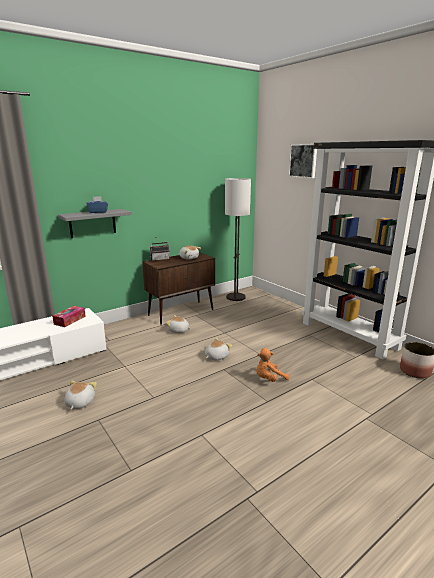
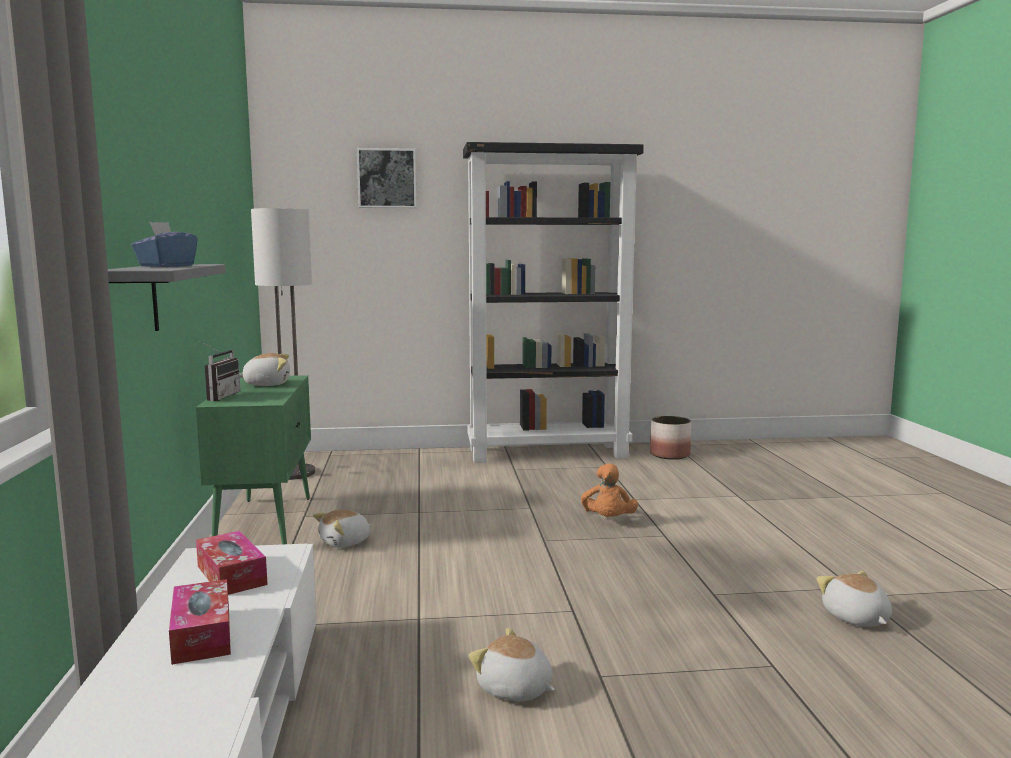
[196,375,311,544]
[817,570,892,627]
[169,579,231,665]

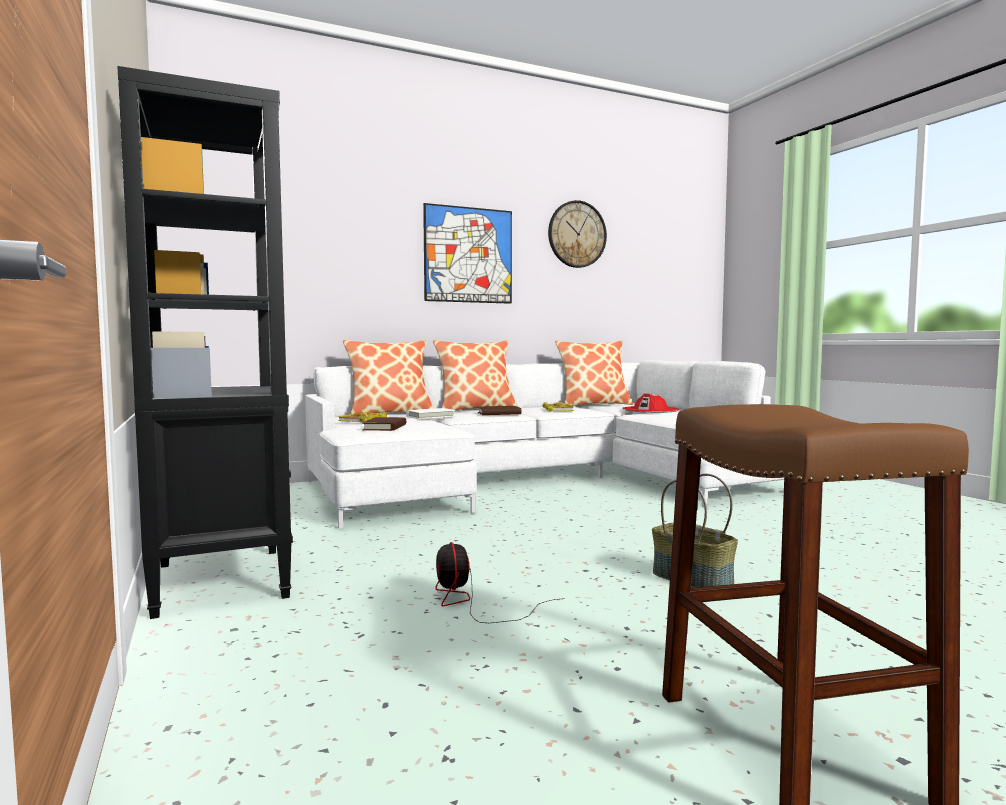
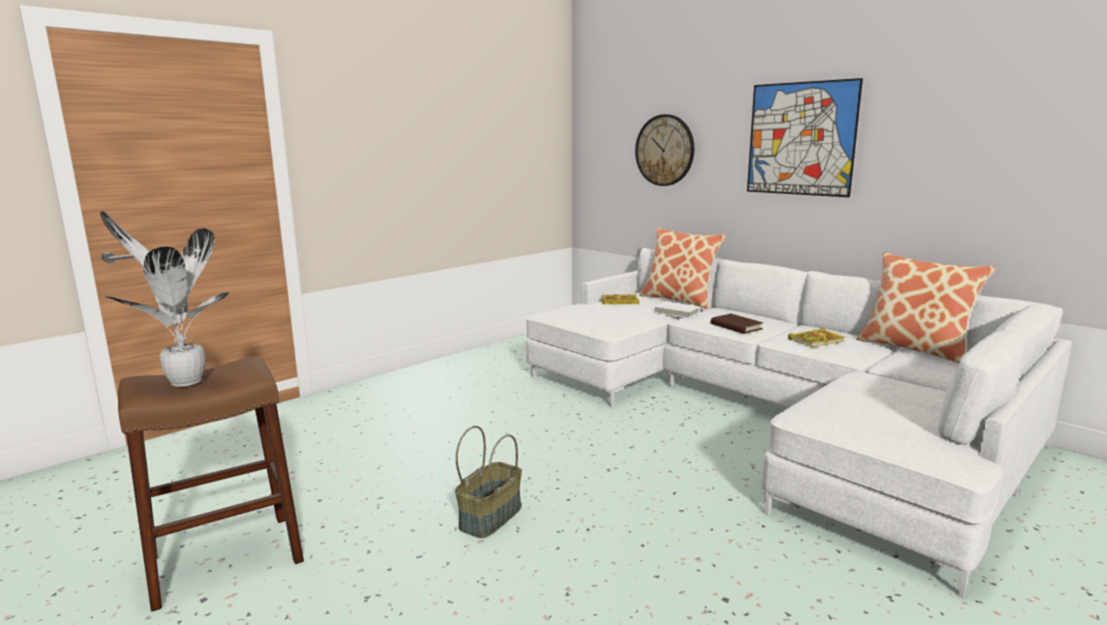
[117,66,293,619] (first image)
[362,417,406,431] (first image)
[433,340,518,410] (first image)
[435,542,565,623] (first image)
[635,114,694,186]
[622,393,680,413] (first image)
[100,211,229,387]

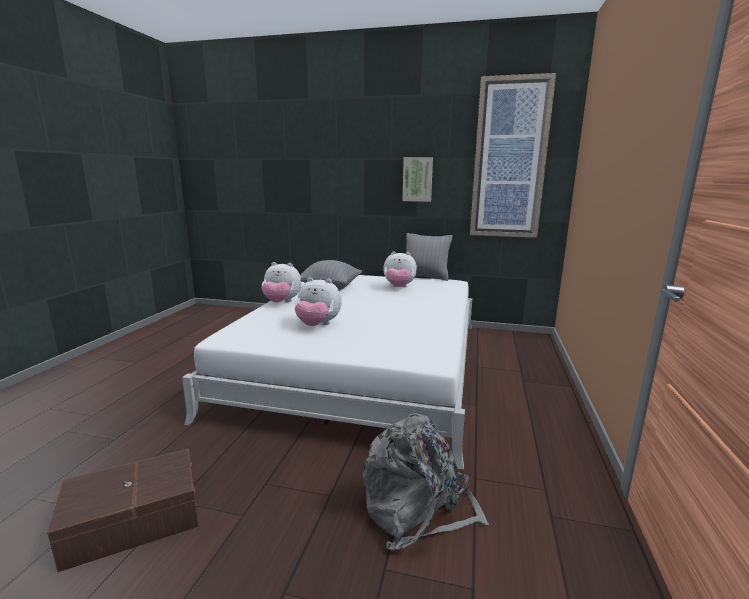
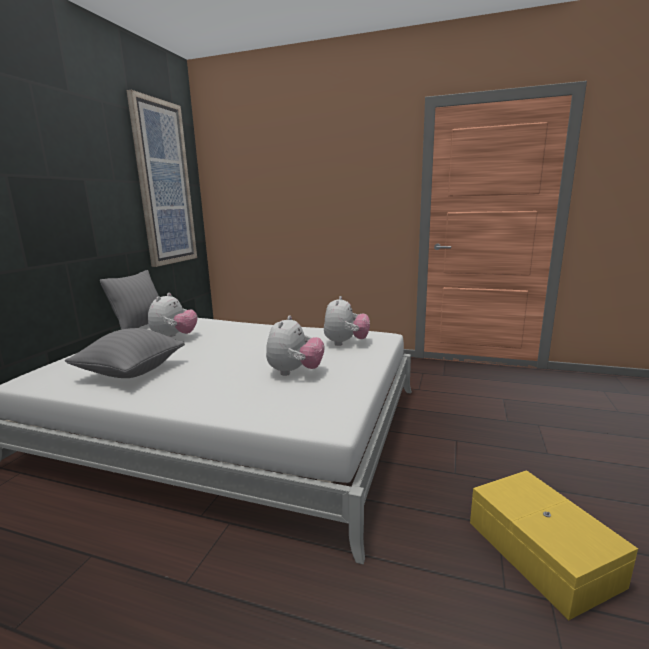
[470,470,638,620]
[324,296,370,346]
[363,413,489,550] (first image)
[403,157,433,202] (first image)

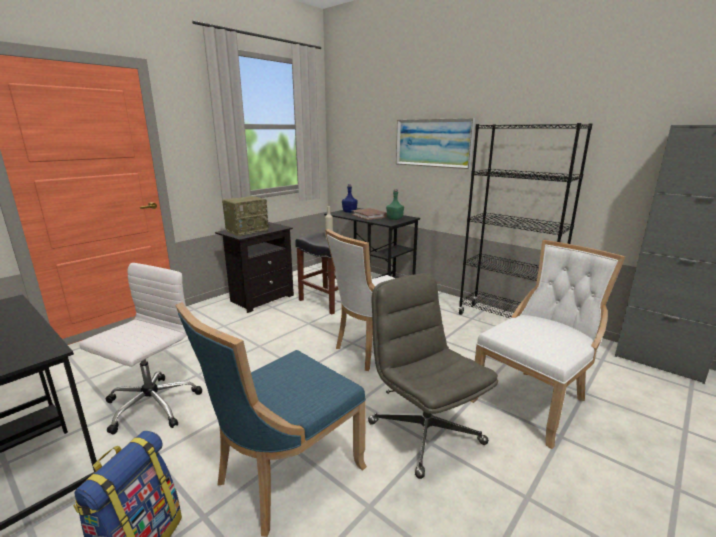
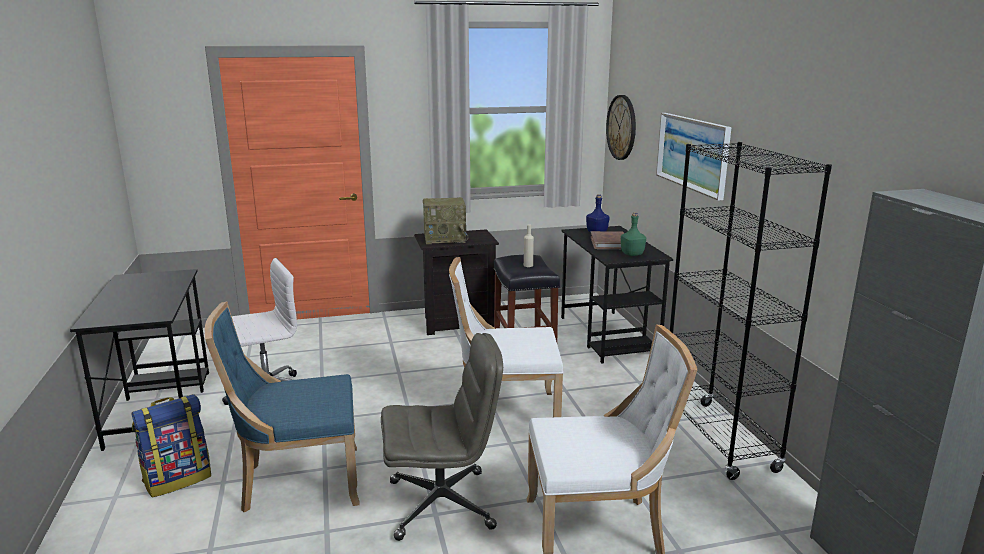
[381,333,503,541]
[606,95,636,160]

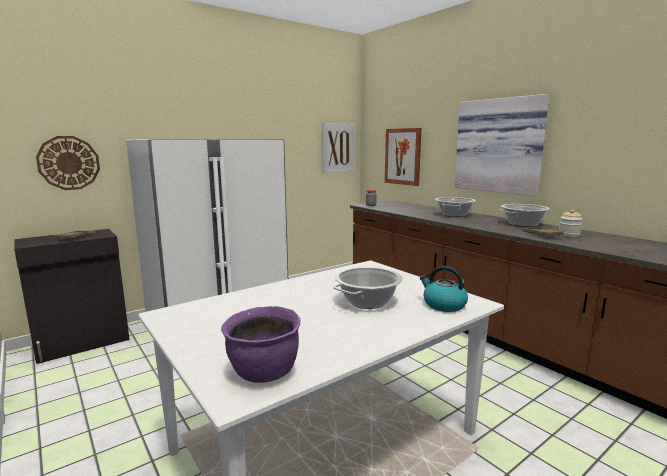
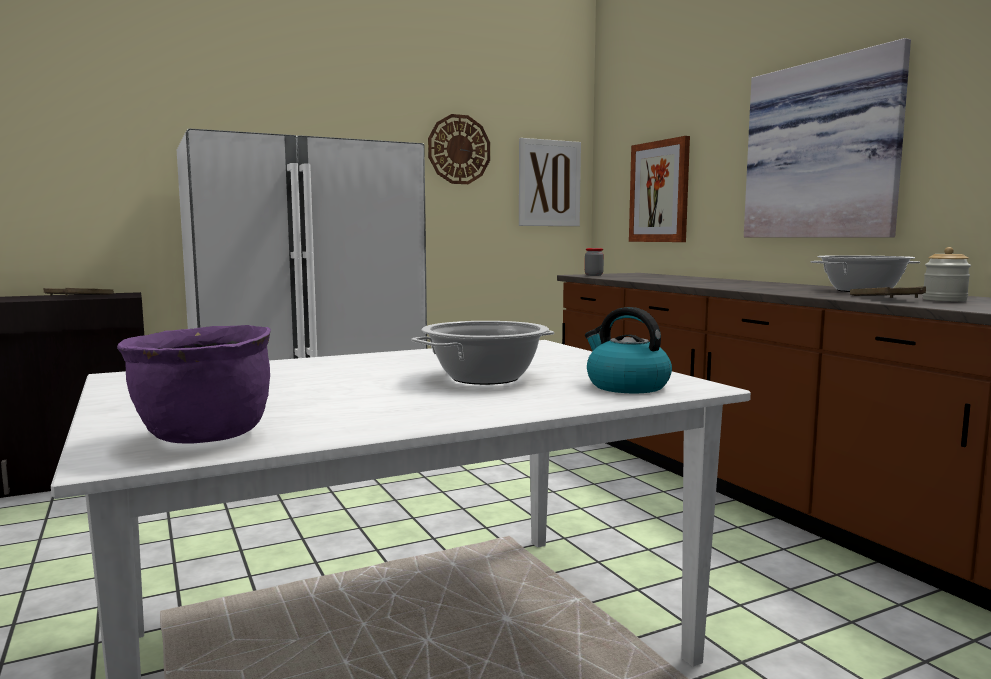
[428,114,490,184]
[435,197,476,217] (first image)

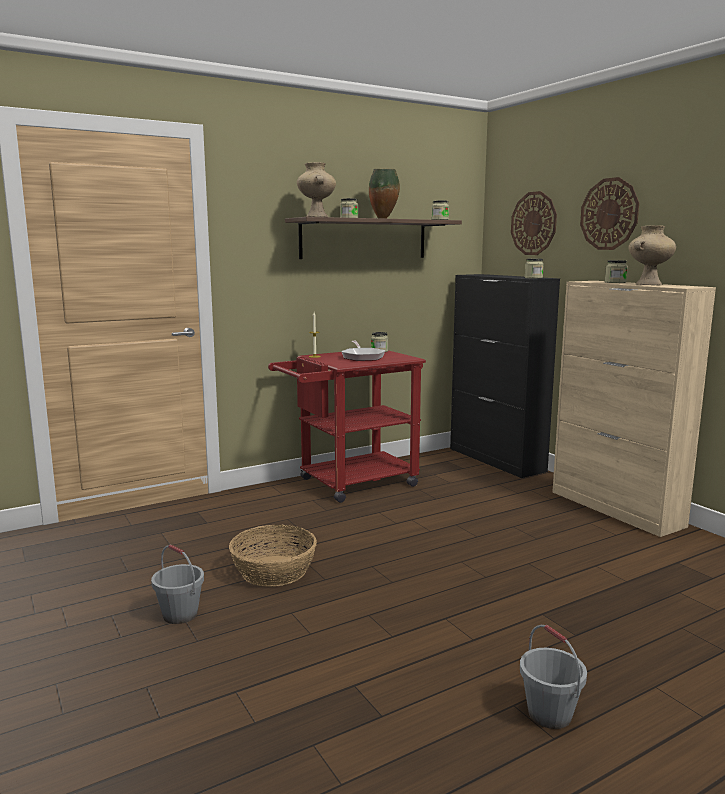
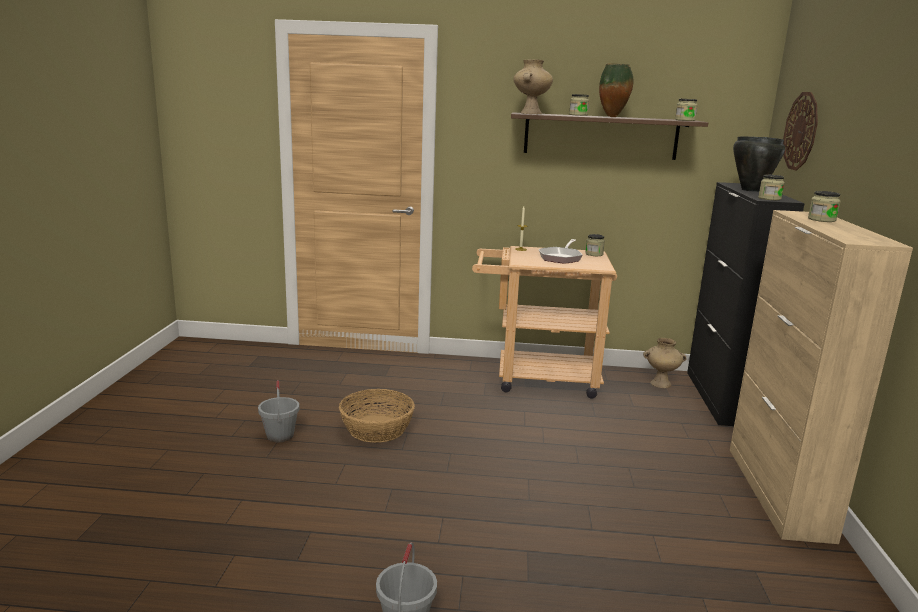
[472,246,617,399]
[580,177,639,250] (first image)
[643,338,687,388]
[733,137,785,192]

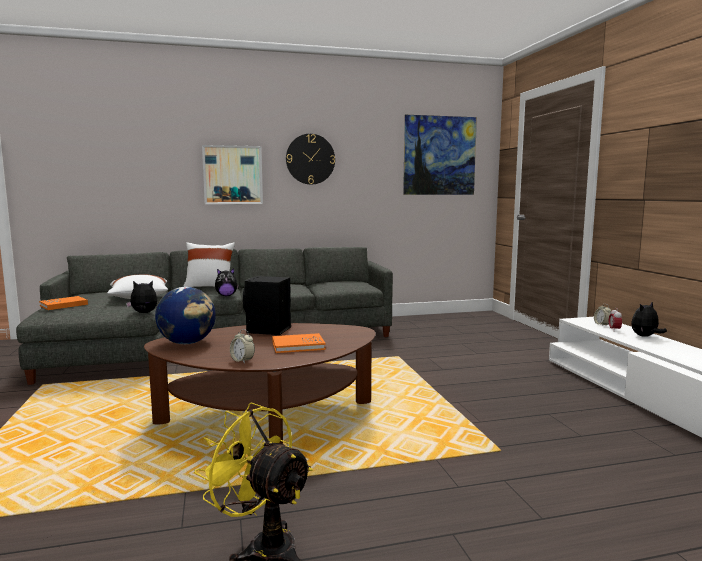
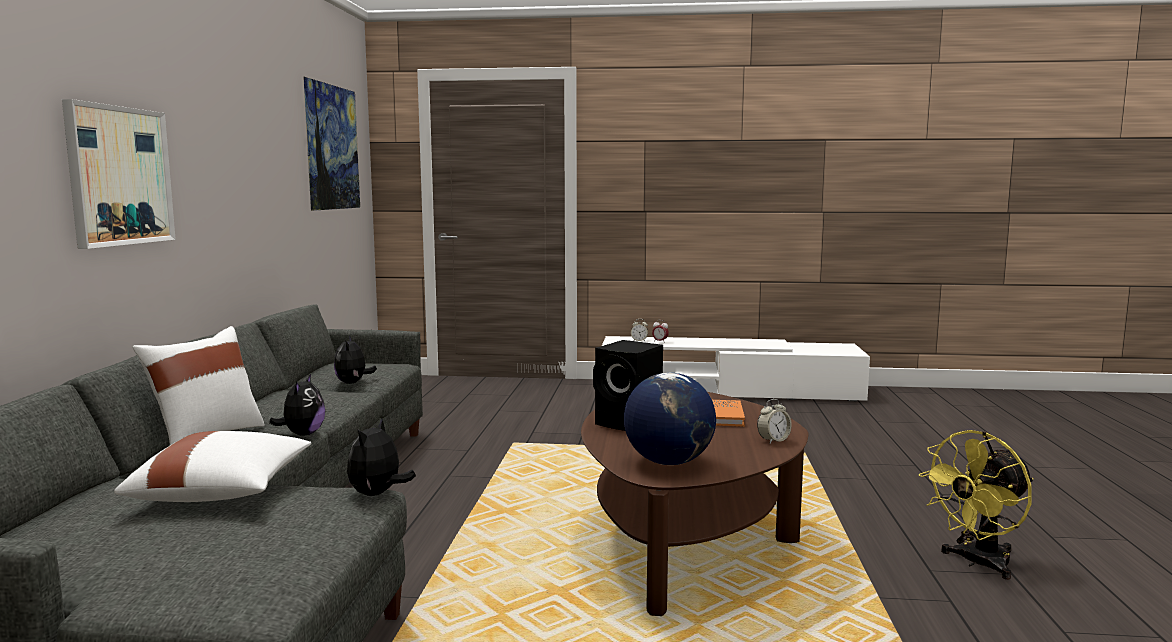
[39,296,88,310] (first image)
[286,134,335,185] (first image)
[334,335,377,384]

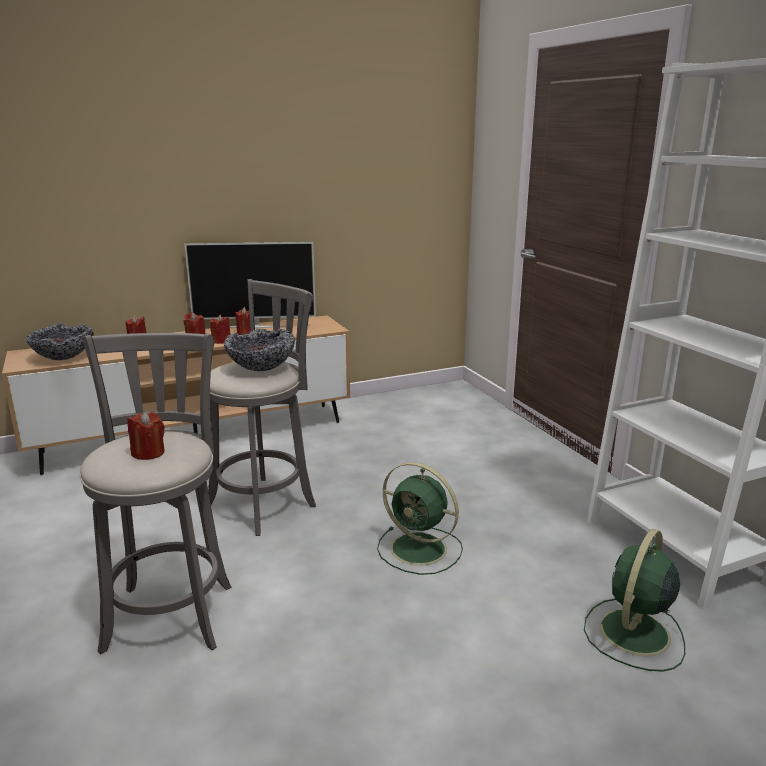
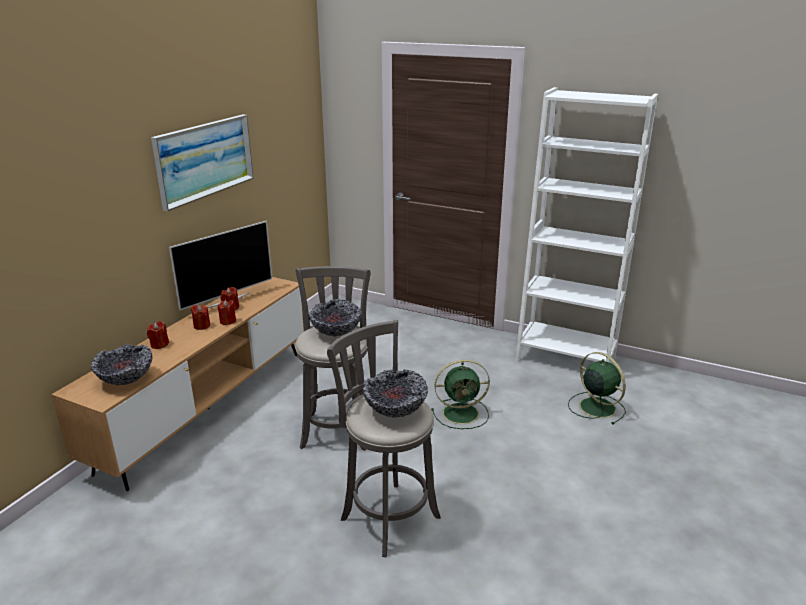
[363,369,428,418]
[568,352,626,425]
[151,115,254,211]

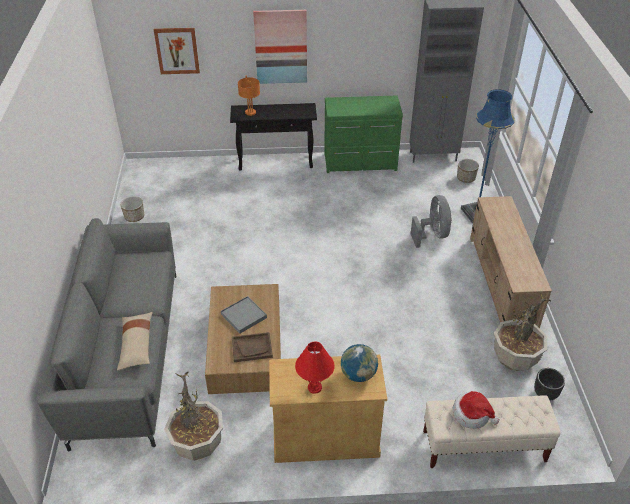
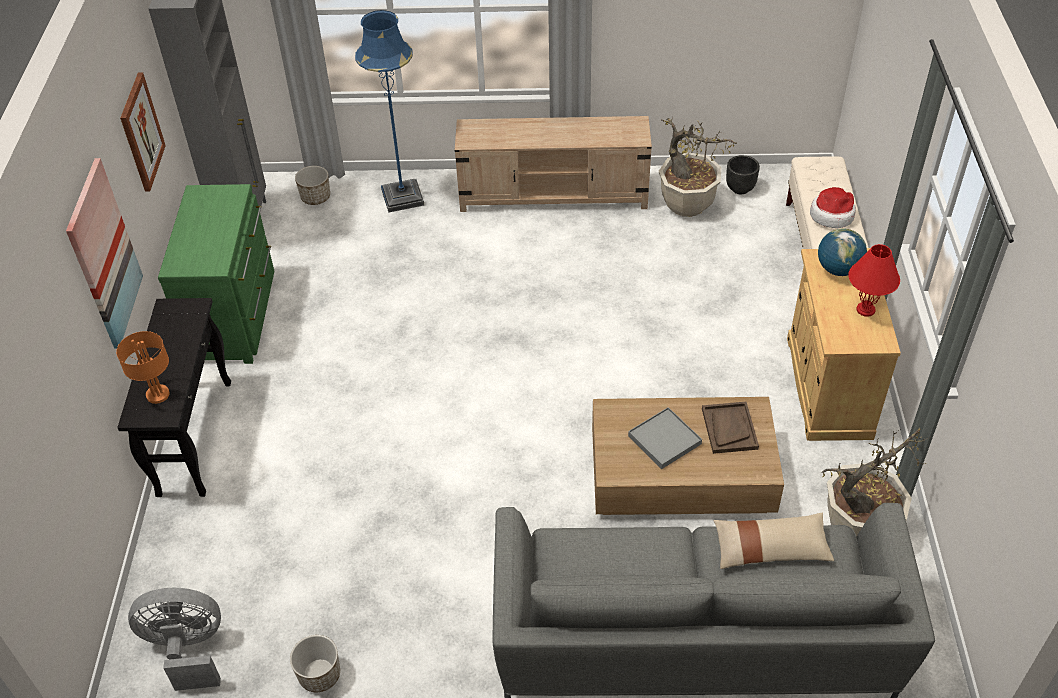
[120,73,166,192]
[128,588,221,691]

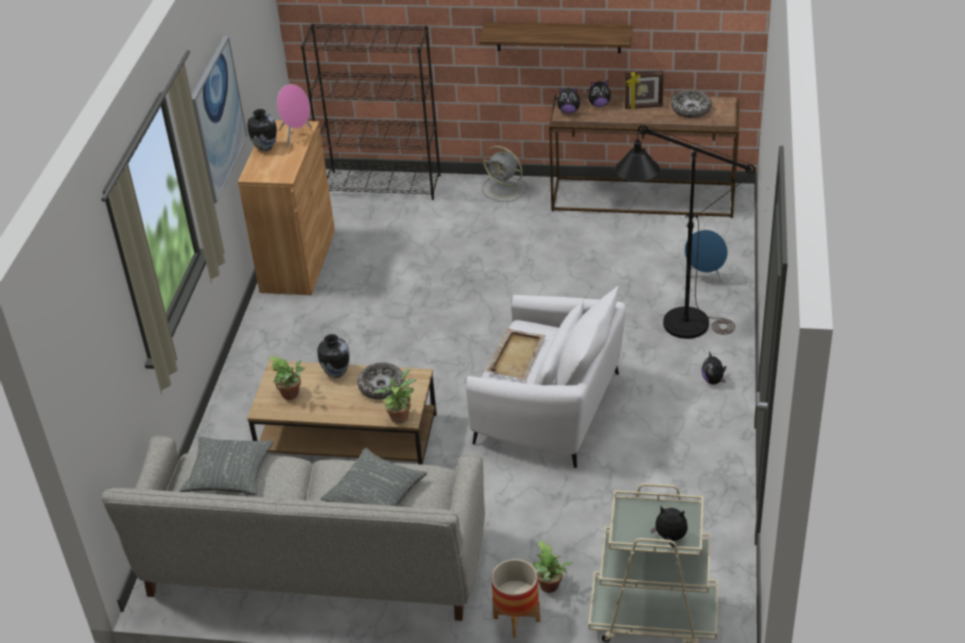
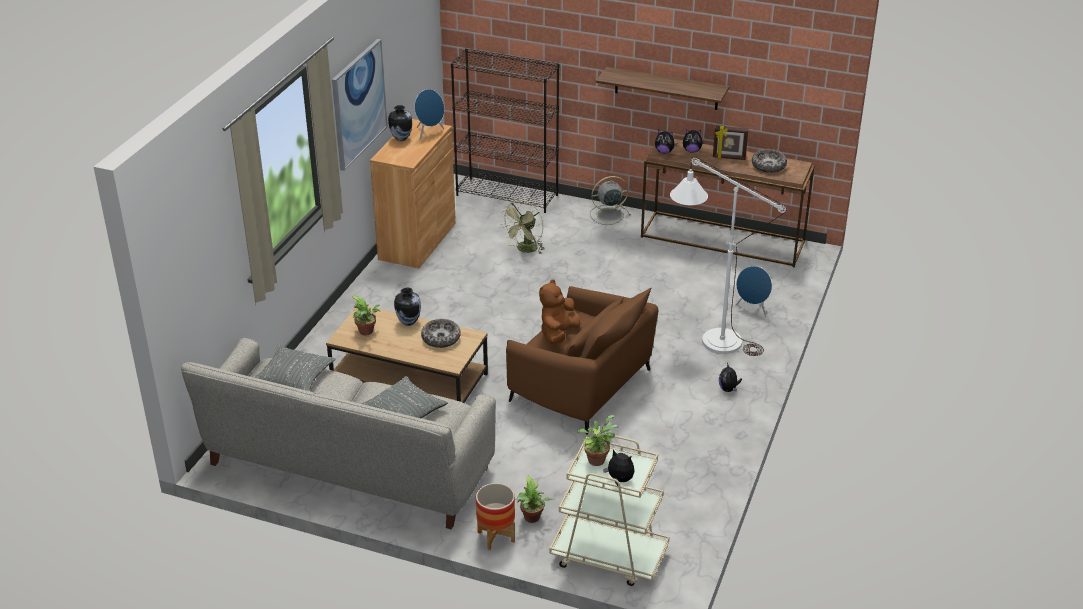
[415,89,444,140]
[577,415,619,466]
[506,286,658,435]
[590,176,630,225]
[539,279,580,345]
[670,157,787,356]
[500,200,544,254]

